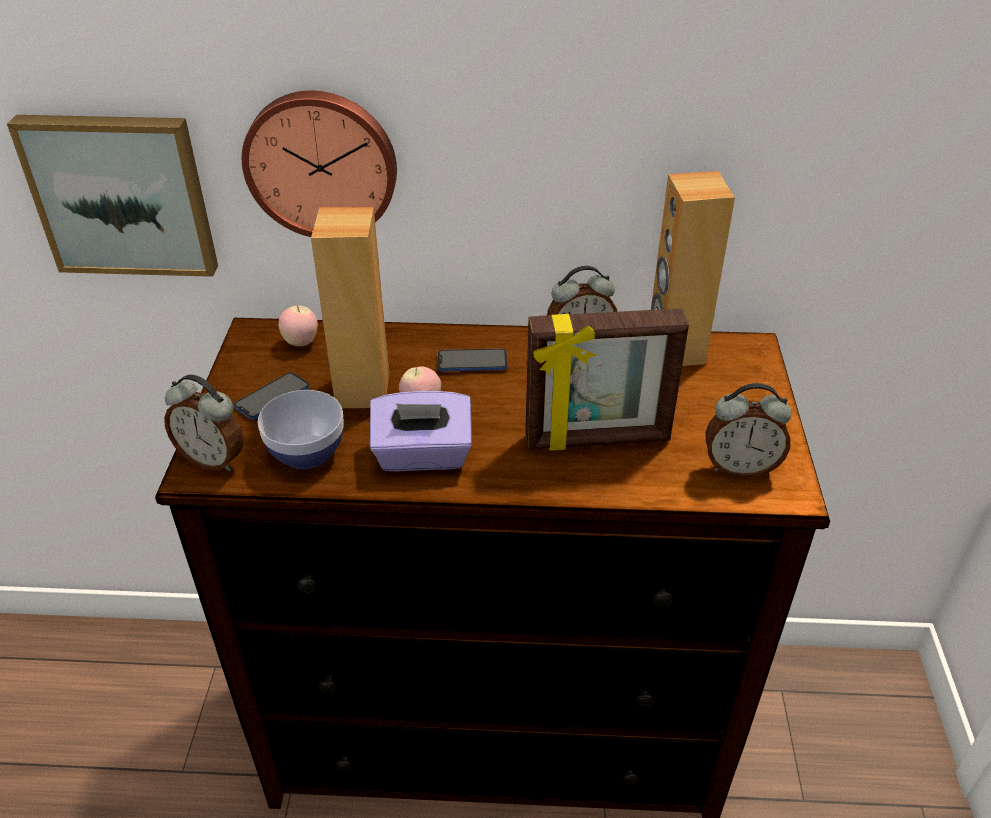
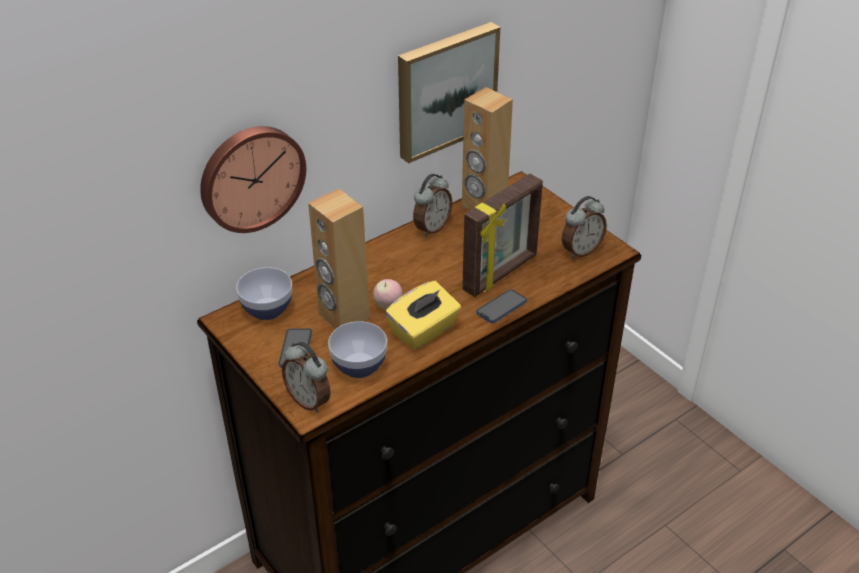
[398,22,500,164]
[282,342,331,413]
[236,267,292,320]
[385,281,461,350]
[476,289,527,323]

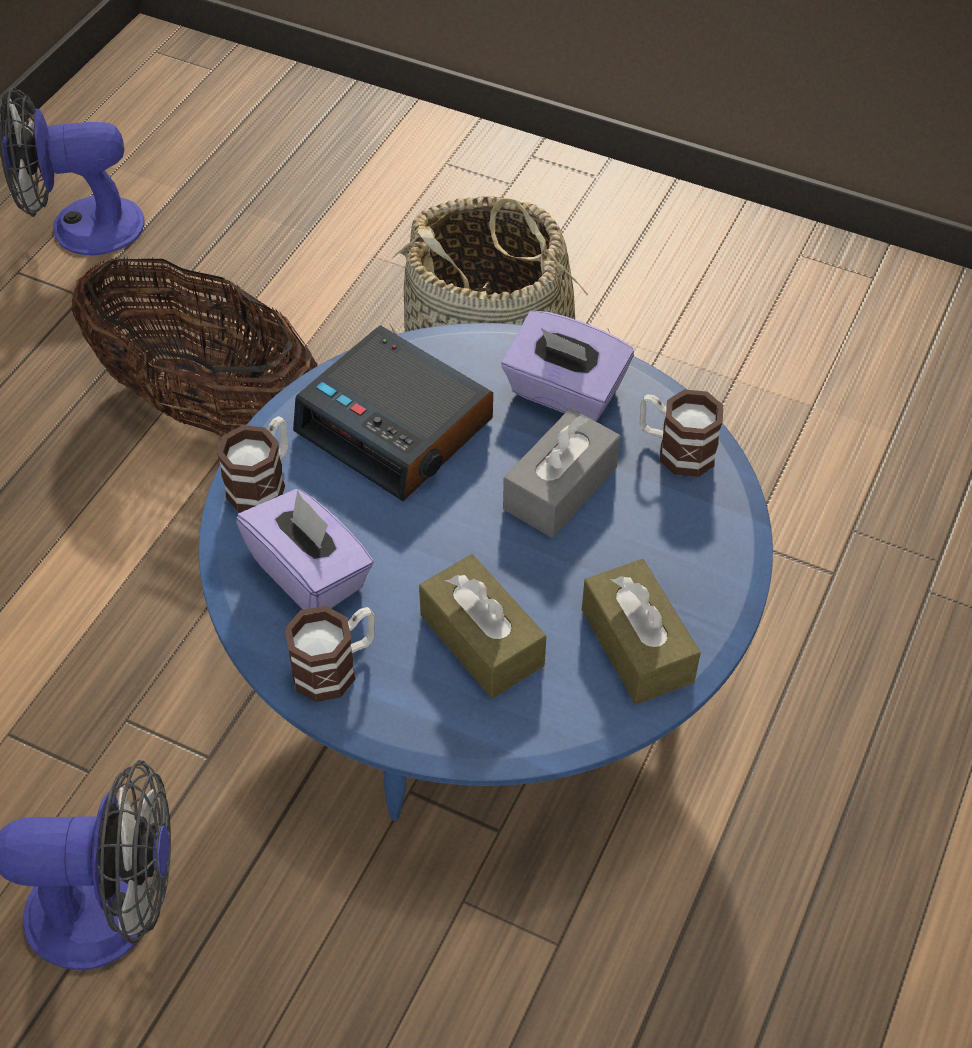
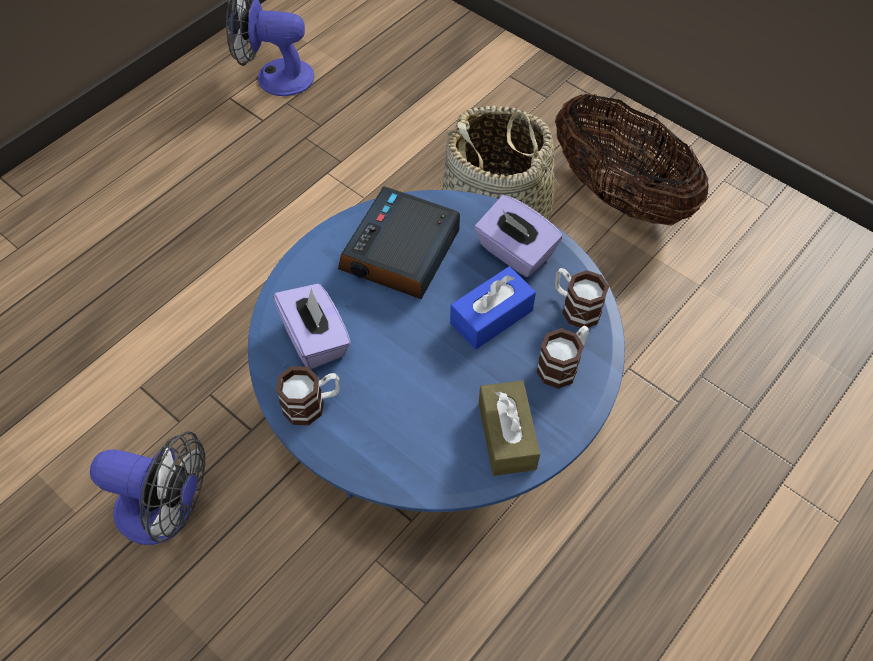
[555,94,709,225]
[536,326,589,389]
[338,186,460,299]
[419,554,547,698] (first image)
[450,267,536,350]

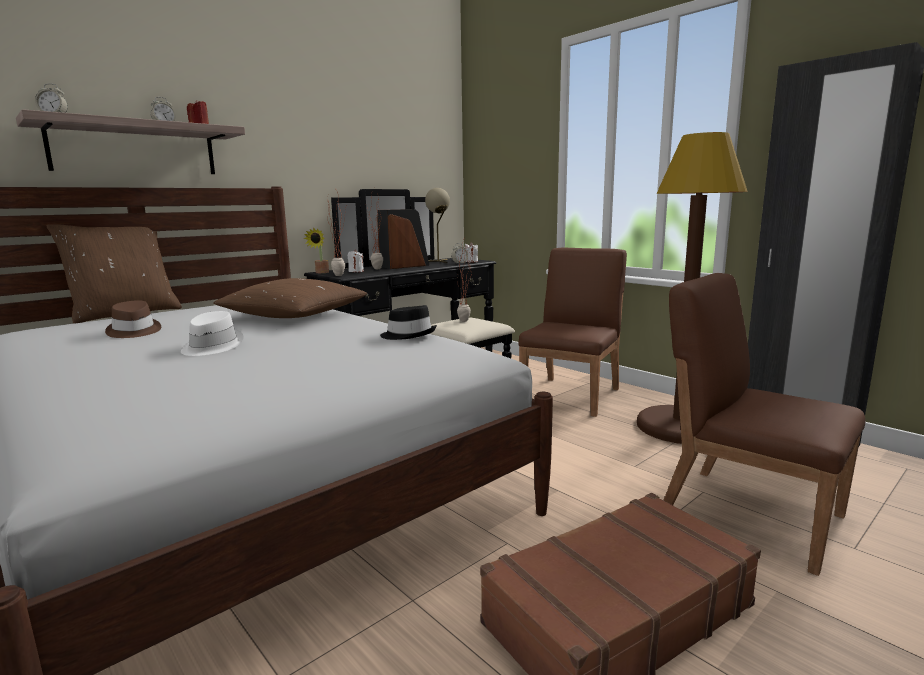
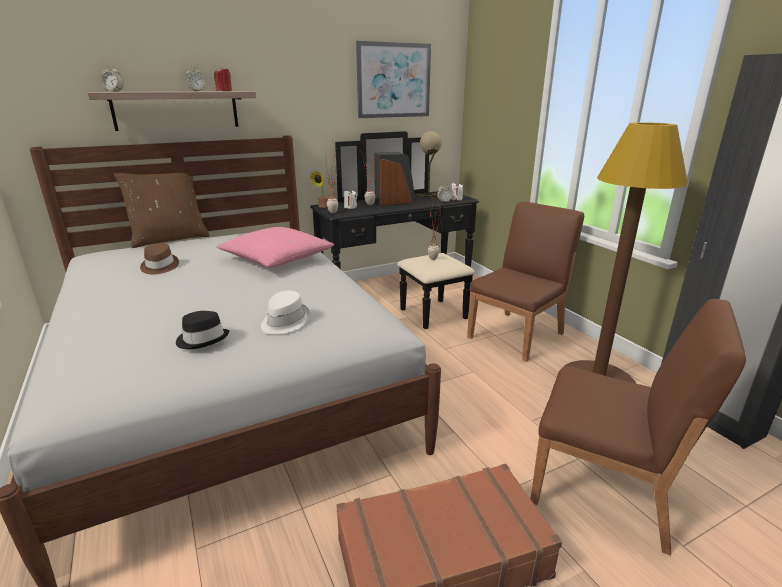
[261,291,310,334]
[216,227,334,267]
[176,311,229,349]
[531,299,746,556]
[356,41,431,118]

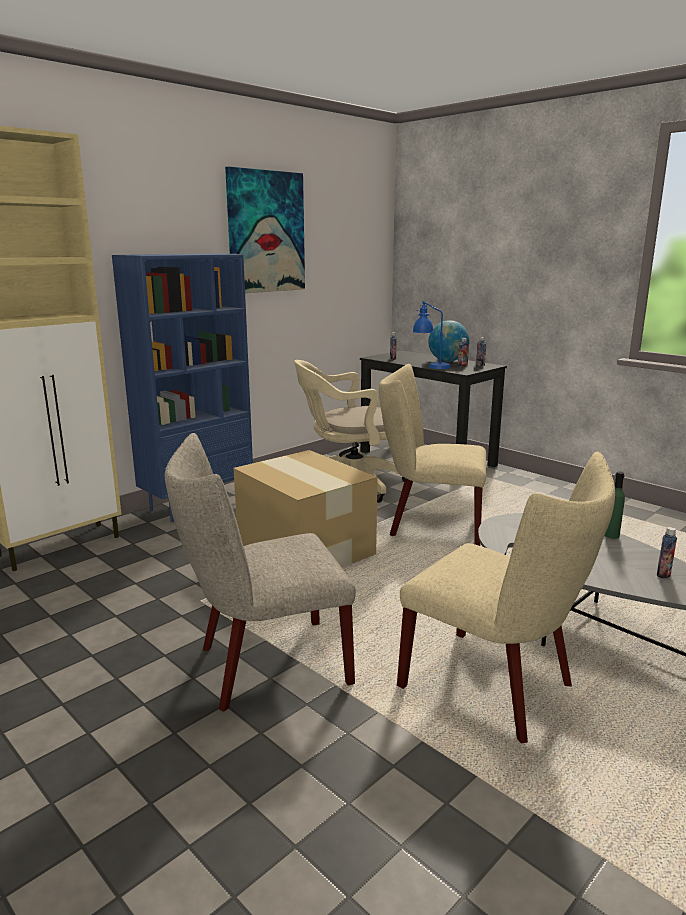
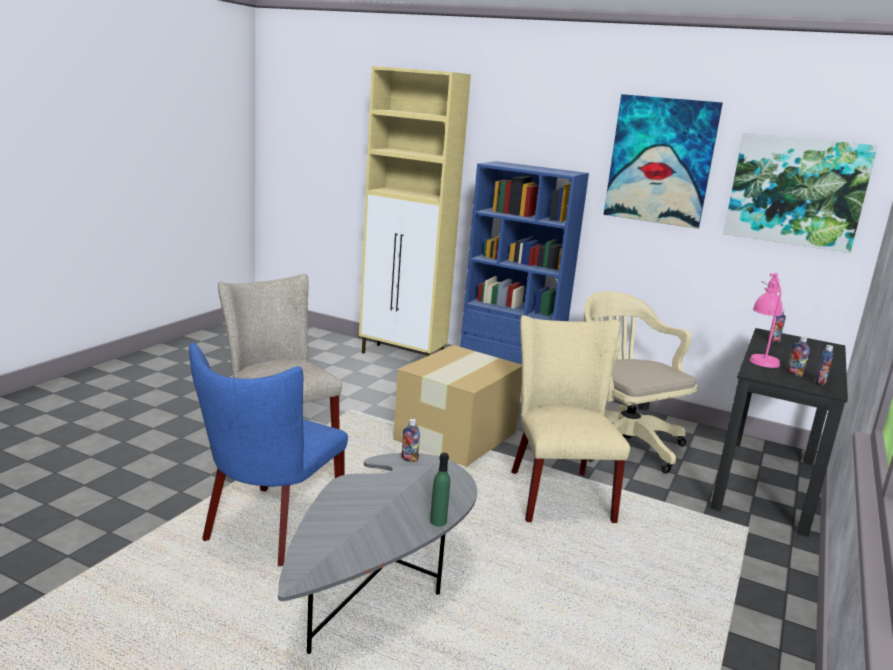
[189,342,348,566]
[749,273,782,368]
[428,320,469,362] (first image)
[402,419,420,462]
[723,133,878,253]

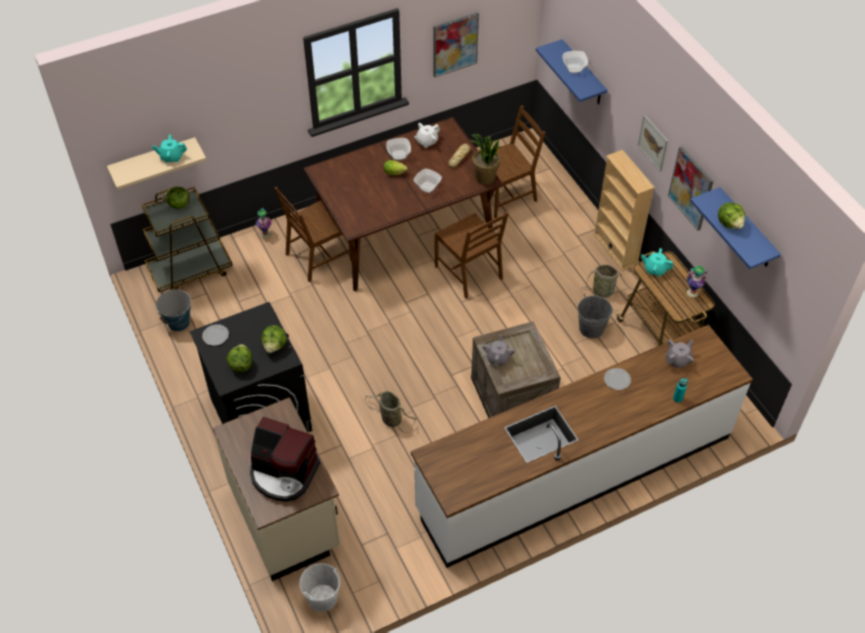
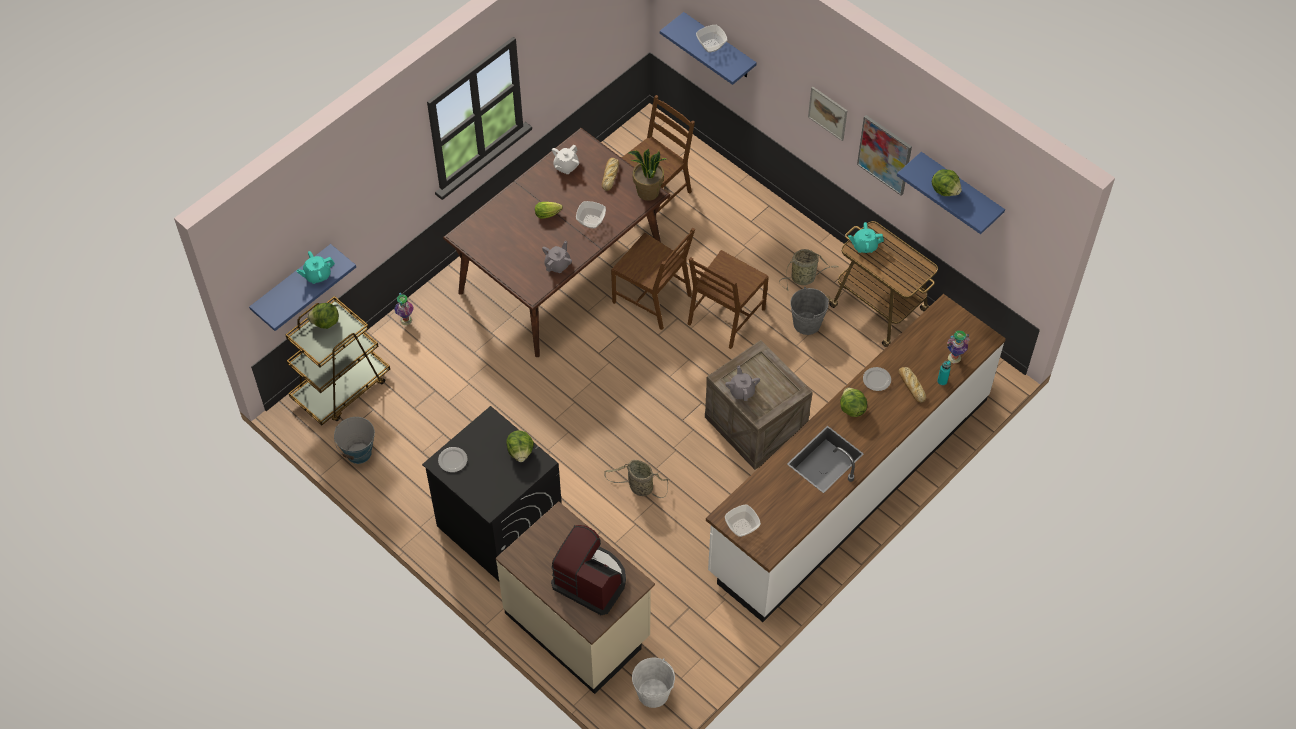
[249,244,356,331]
[840,387,867,417]
[551,525,626,615]
[688,250,769,349]
[725,504,761,537]
[433,12,479,77] (first image)
[593,150,655,271] (first image)
[542,241,572,273]
[947,330,970,363]
[899,367,926,403]

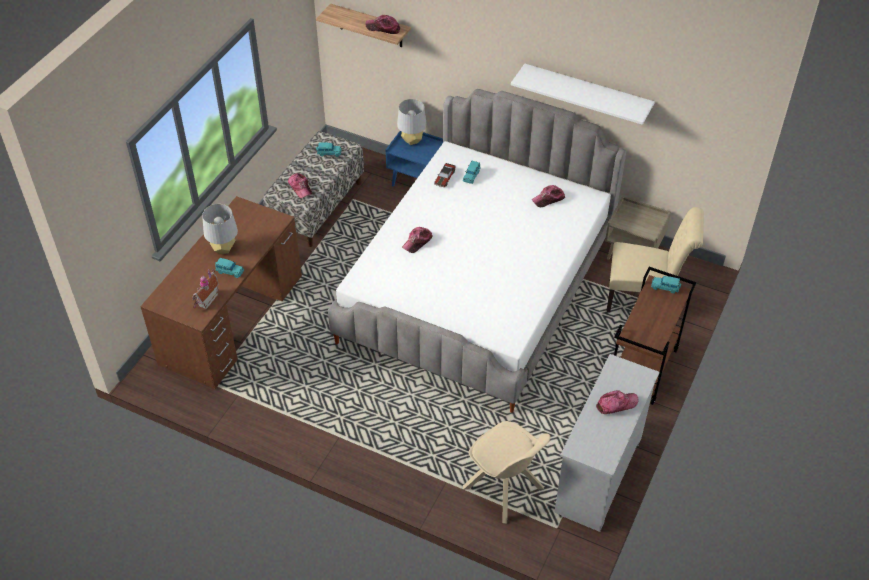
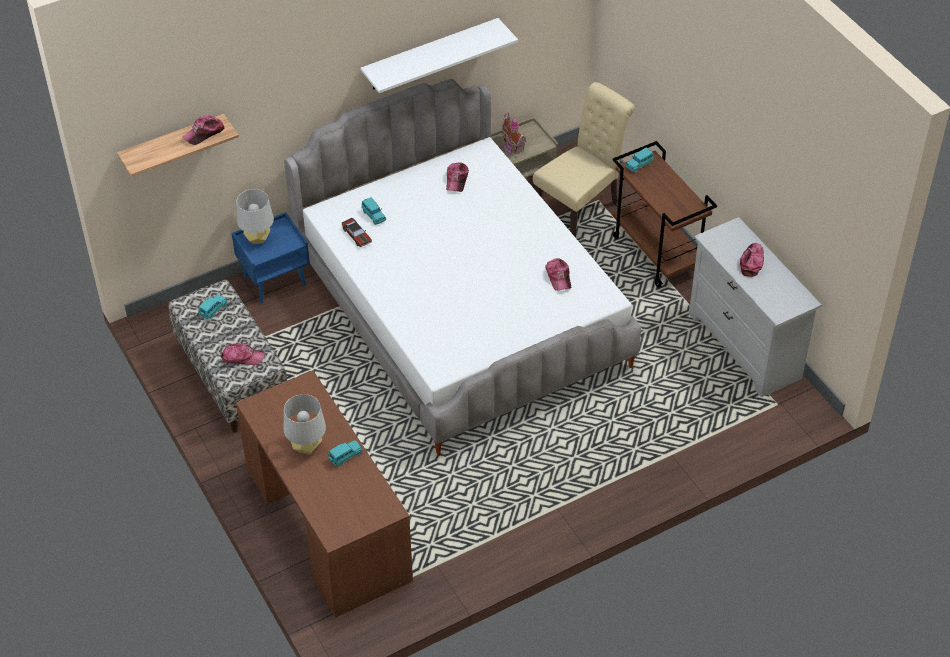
[502,112,527,154]
[545,258,571,291]
[463,421,550,523] (first image)

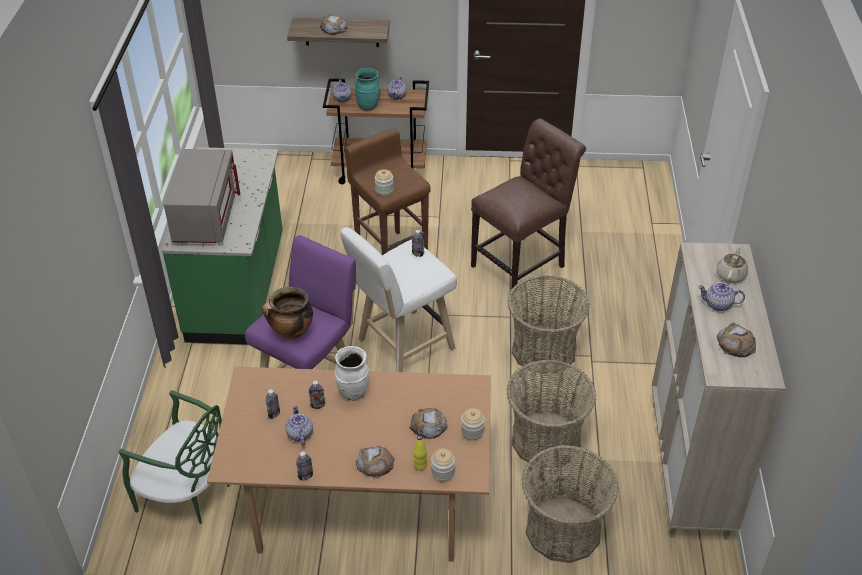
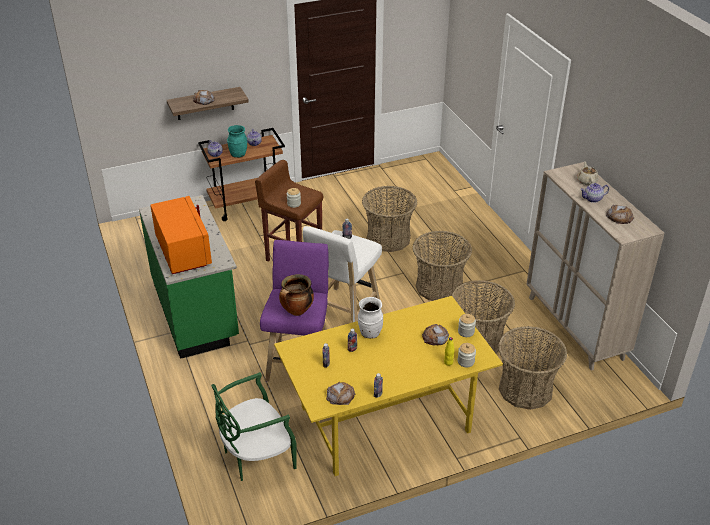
[211,372,297,481]
[150,196,212,274]
[274,296,503,476]
[285,405,313,445] (first image)
[326,382,355,405]
[362,186,417,252]

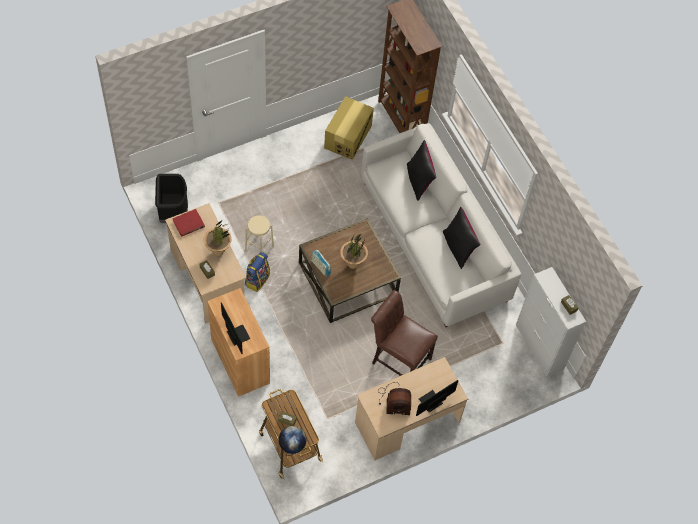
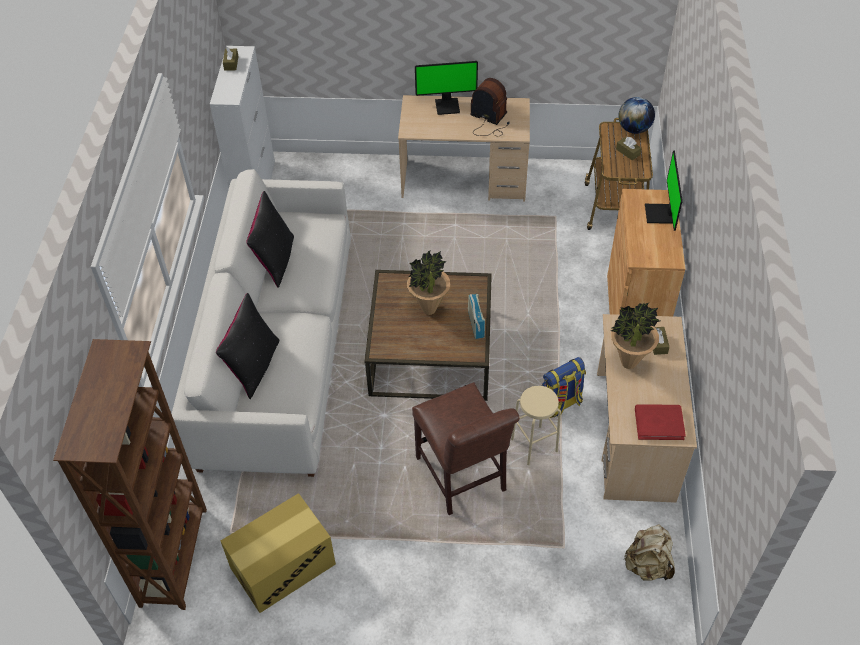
[624,524,675,581]
[412,382,520,515]

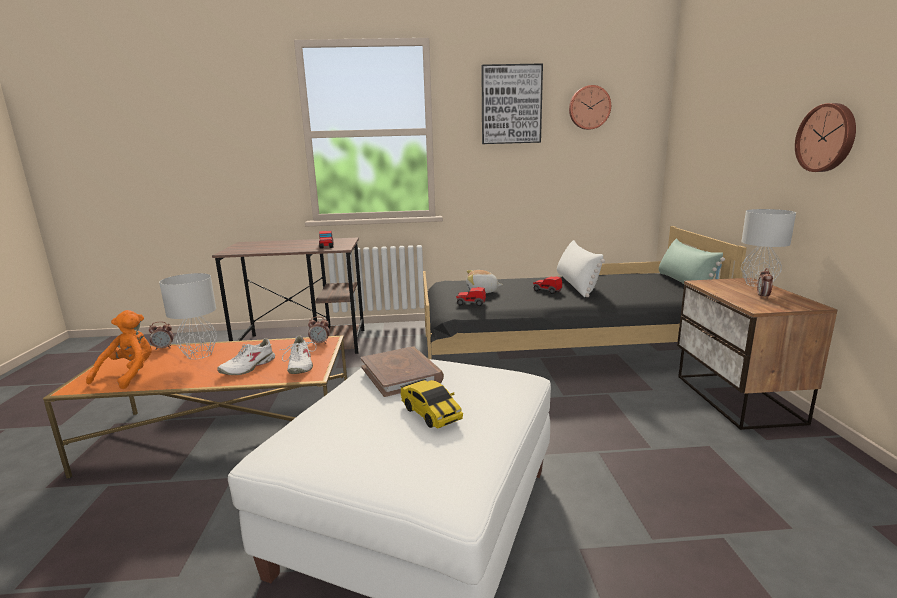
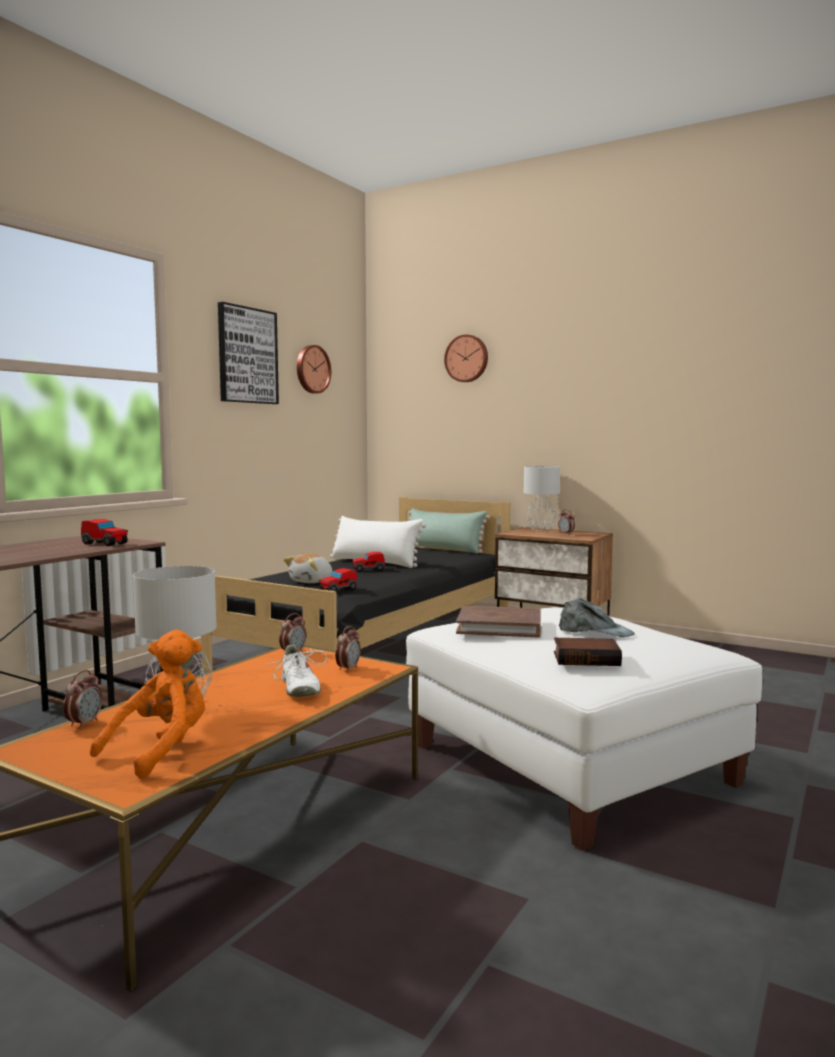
[90,630,205,779]
[335,626,361,672]
[559,598,635,637]
[444,334,488,382]
[554,638,622,666]

